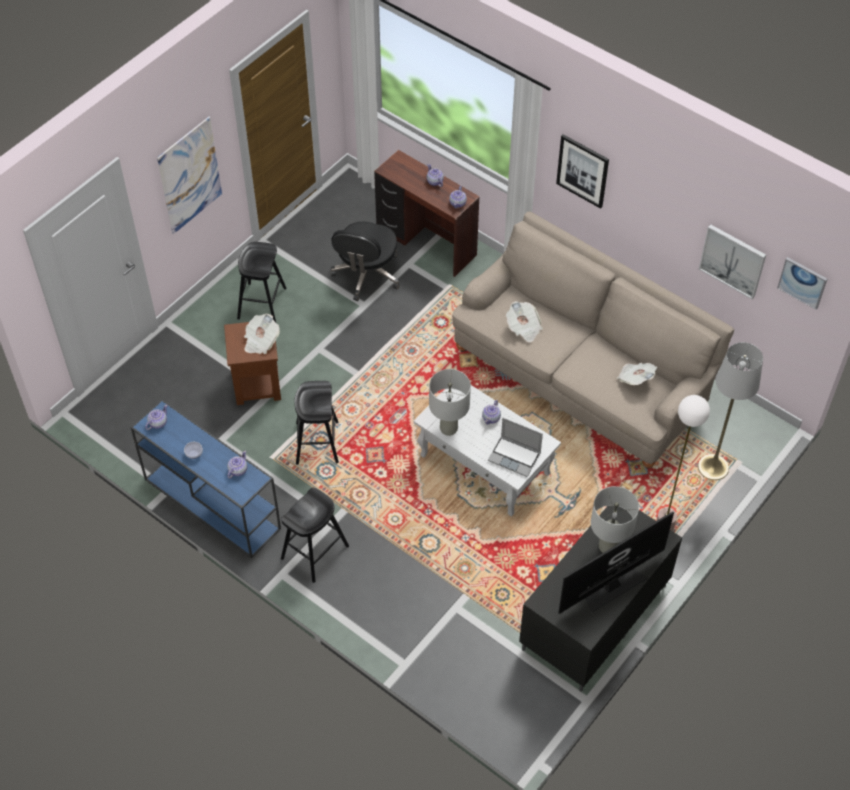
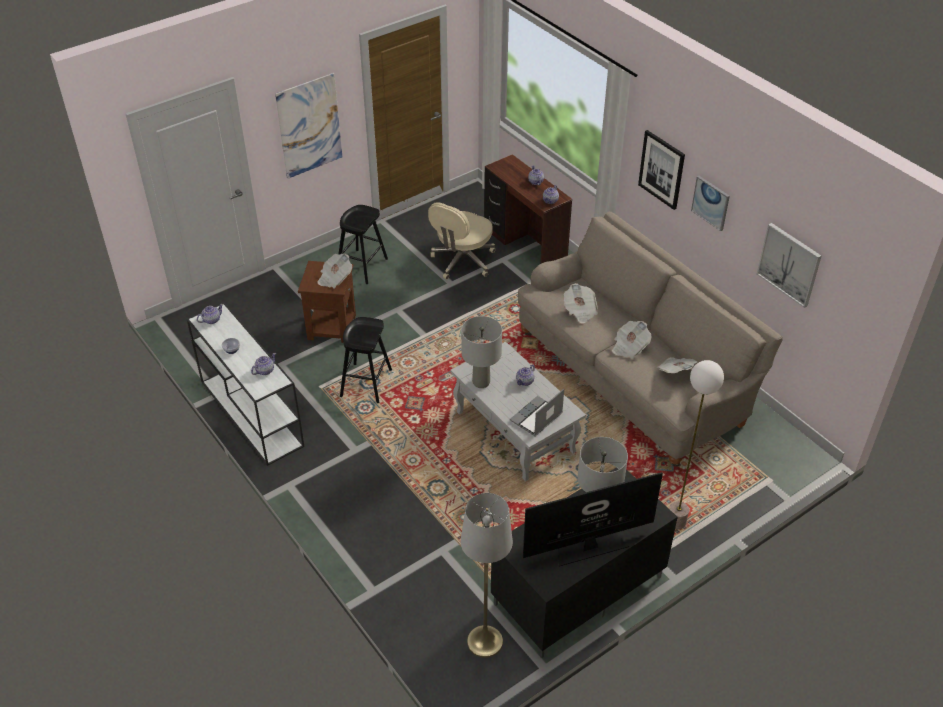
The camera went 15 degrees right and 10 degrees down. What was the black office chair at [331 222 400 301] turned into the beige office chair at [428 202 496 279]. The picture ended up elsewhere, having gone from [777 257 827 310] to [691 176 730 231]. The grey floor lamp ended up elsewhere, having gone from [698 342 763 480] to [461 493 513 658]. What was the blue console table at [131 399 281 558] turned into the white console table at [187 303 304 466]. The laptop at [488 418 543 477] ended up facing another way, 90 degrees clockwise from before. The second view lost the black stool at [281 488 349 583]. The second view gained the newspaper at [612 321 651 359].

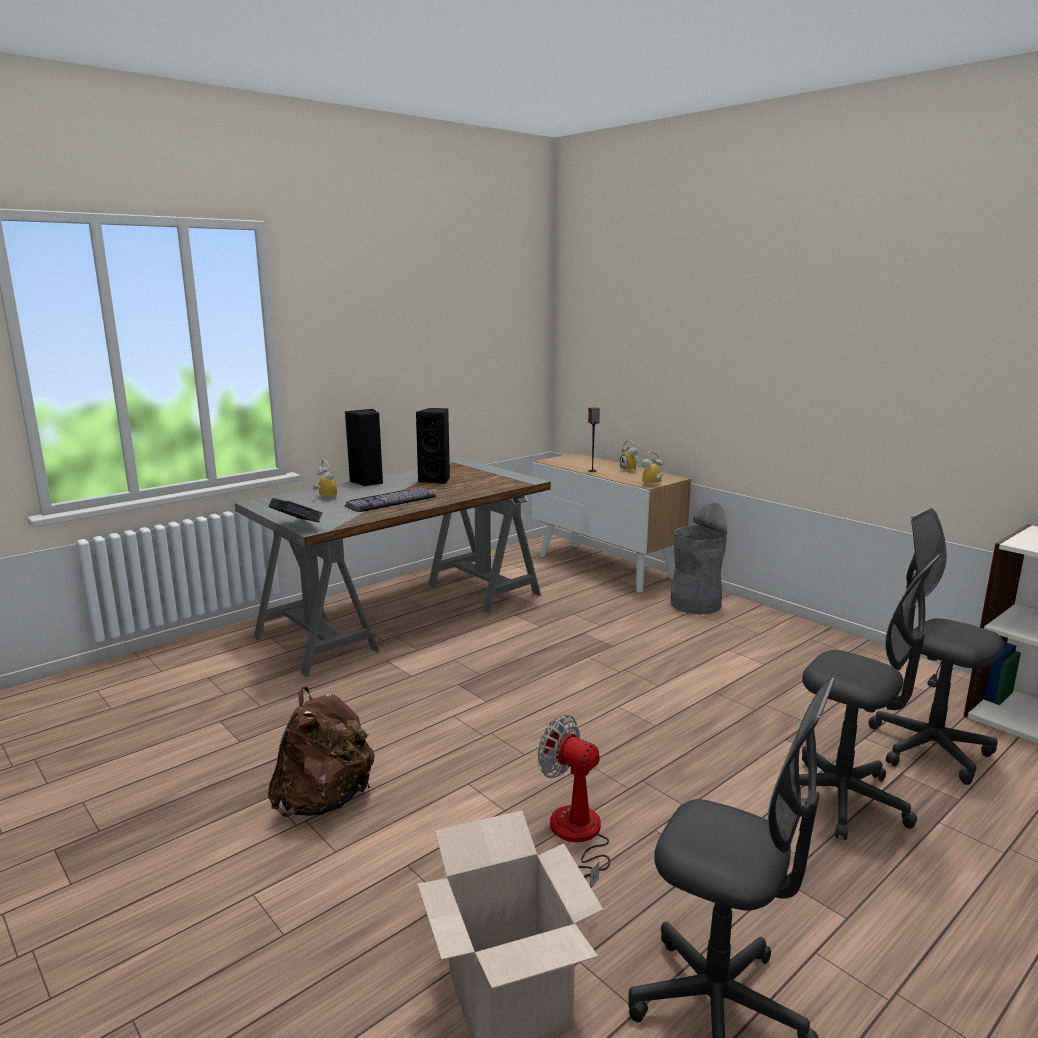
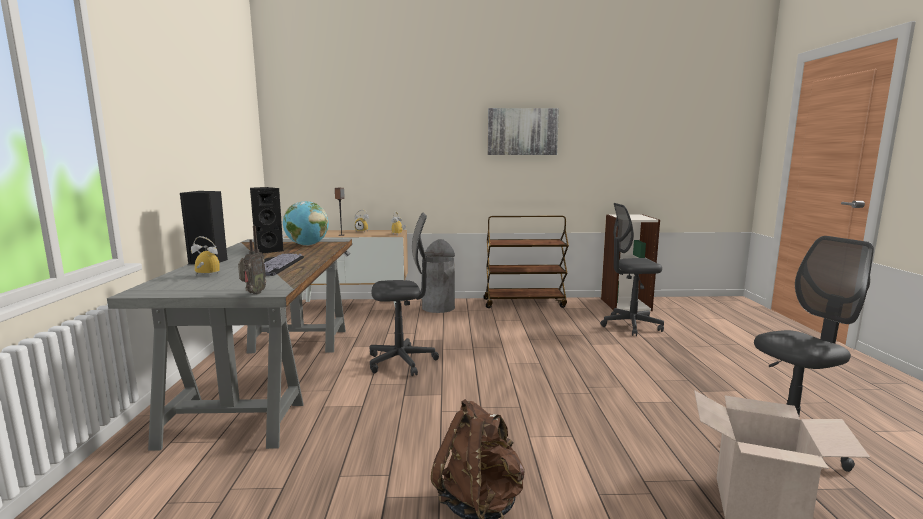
The camera went 50 degrees left and 5 degrees down. Where the book stood at [269 498 323 522], the radio came to stand at [238 226 266 294]. The grey office chair ended up elsewhere, having gone from [799 554 941 840] to [369 213 439 376]. The second view lost the fan at [538 715 610 889]. The second view gained the picture at [487 108 559 155]. The second view gained the globe at [283 201 329 246]. The second view gained the brown cart at [483 216 569 308].

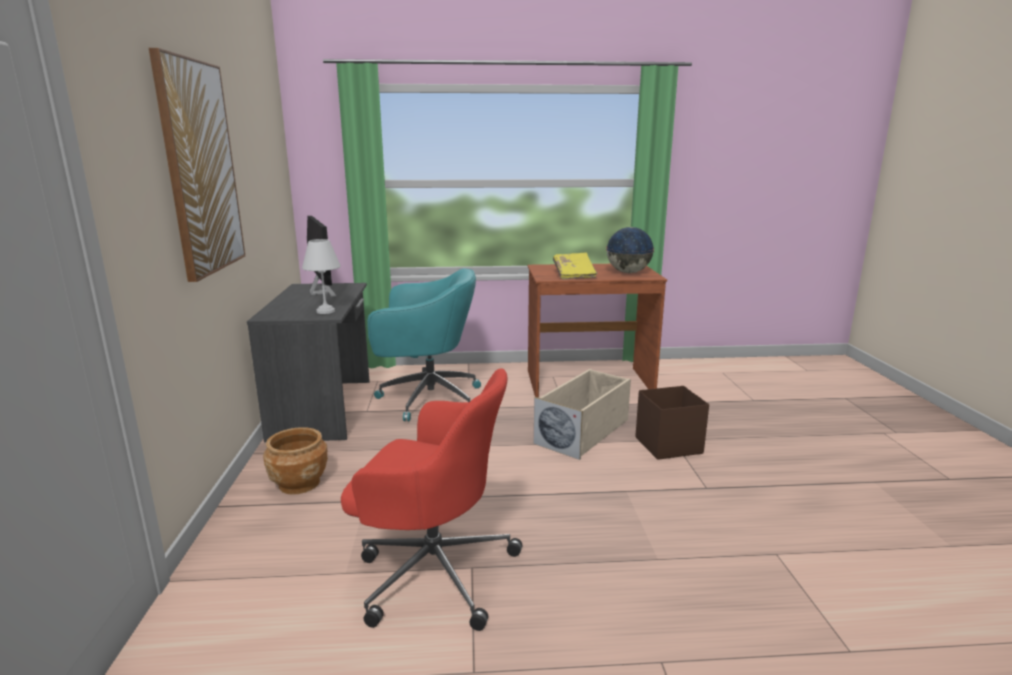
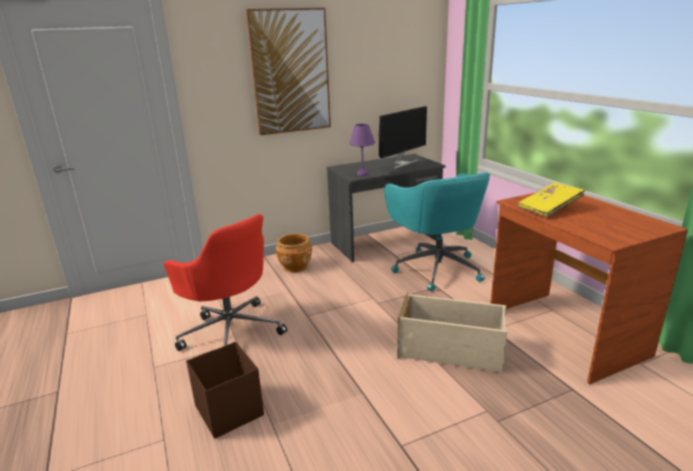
The camera went 70 degrees right and 5 degrees up. The second view lost the globe at [606 227 655 273]. What was the white table lamp at [302 239 341 314] turned into the purple table lamp at [349 124 375 176]. The red office chair at [341 368 522 631] ended up facing another way, 45 degrees counterclockwise from before. The brown storage box ended up elsewhere, having gone from [636 386 709 460] to [186 342 264 438].

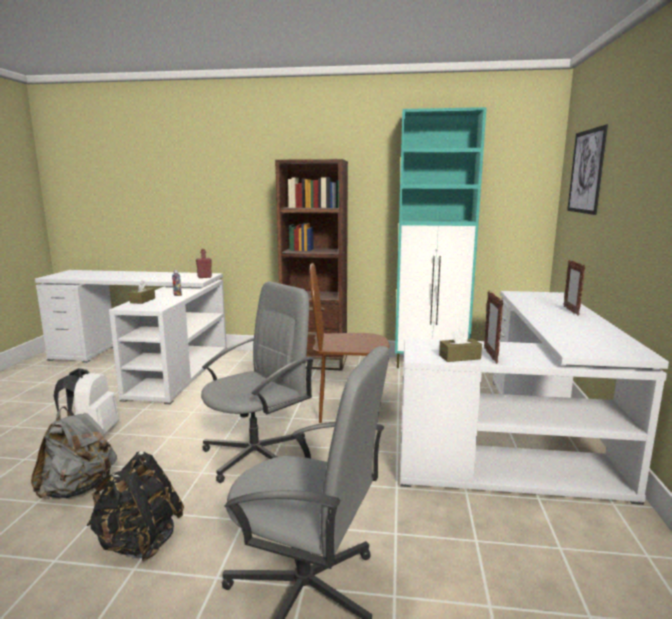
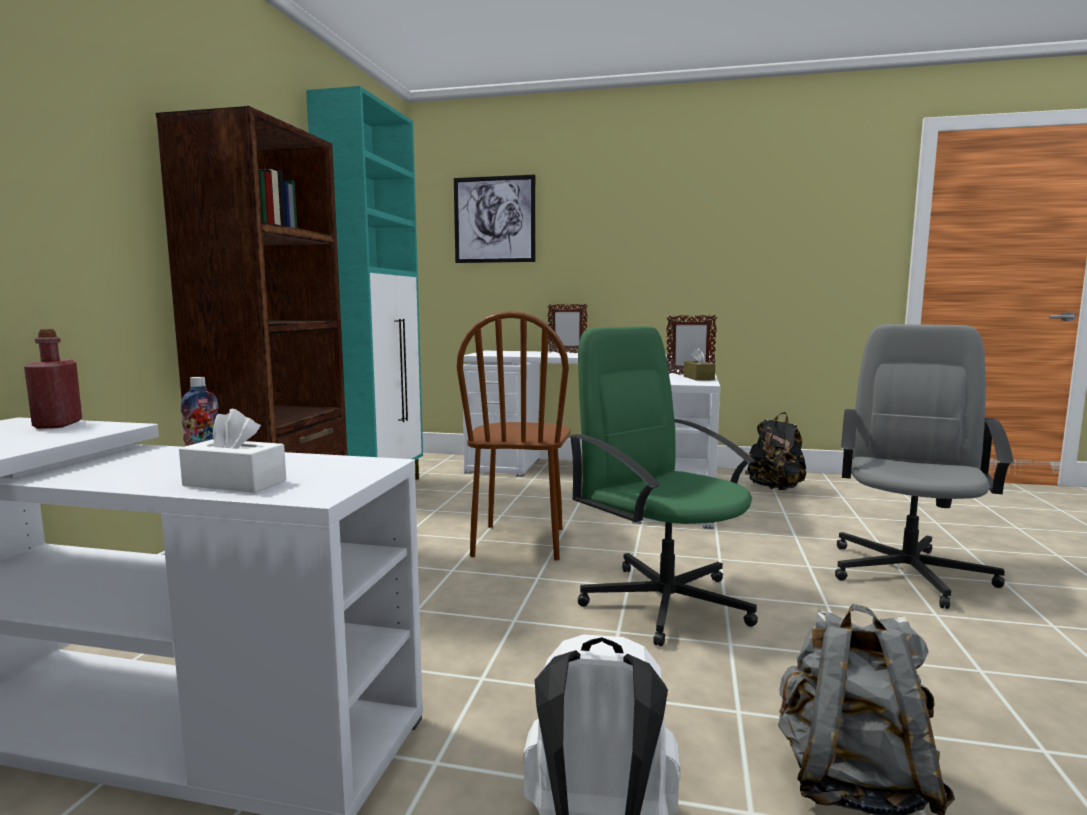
The camera went 85 degrees left and 5 degrees down. What was the brown tissue box at [129 280 155 304] turned into the white tissue box at [179 409 286 493]. What was the grey office chair at [201 281 314 483] turned into the green office chair at [569 326 758 647]. The black backpack ended up elsewhere, having gone from [86 451 184 562] to [745 412 806 490].

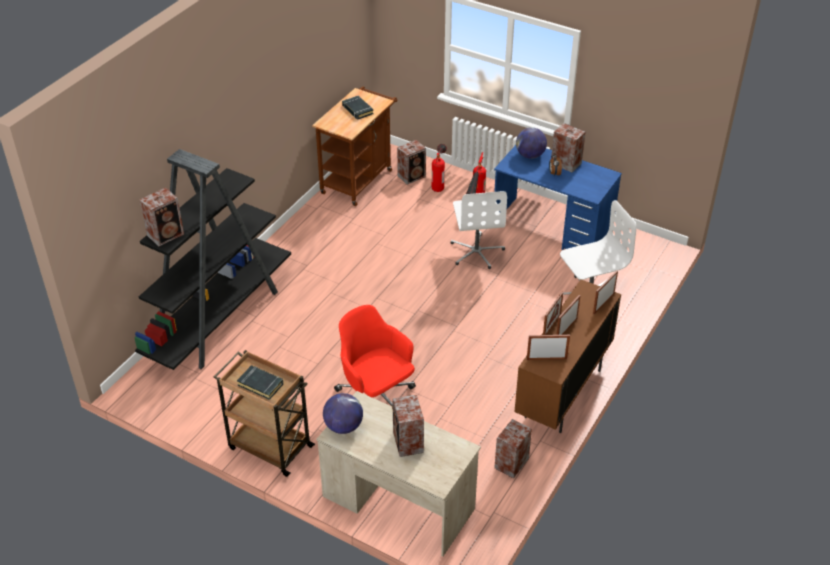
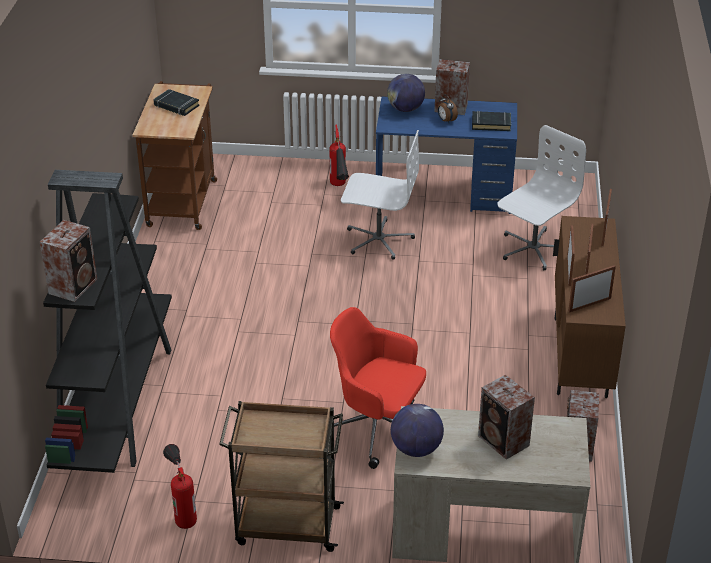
The camera went 25 degrees left and 5 degrees down. The second view lost the speaker at [397 140 426 185]. The fire extinguisher ended up elsewhere, having gone from [432 144 447 192] to [163 444 197 529]. The white office chair at [450 191 507 269] ended up facing another way, 45 degrees counterclockwise from before. The black book ended up elsewhere, having gone from [237 365 283 400] to [472 111 511 131].

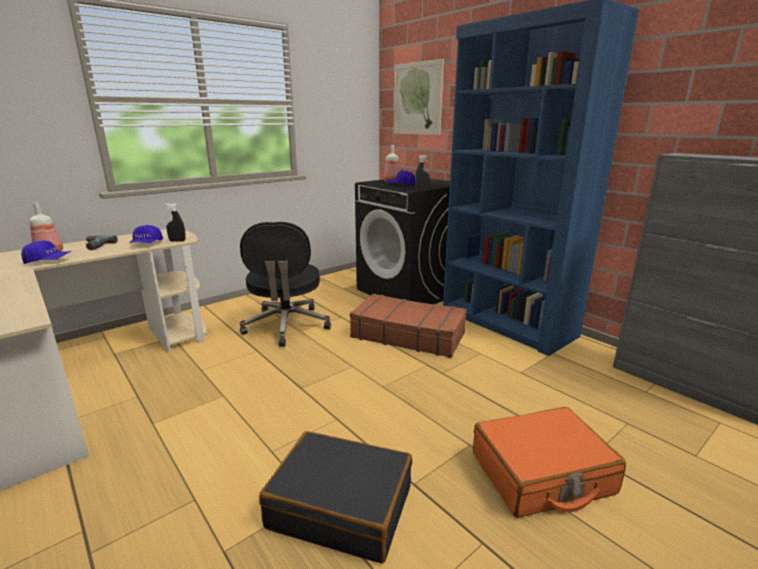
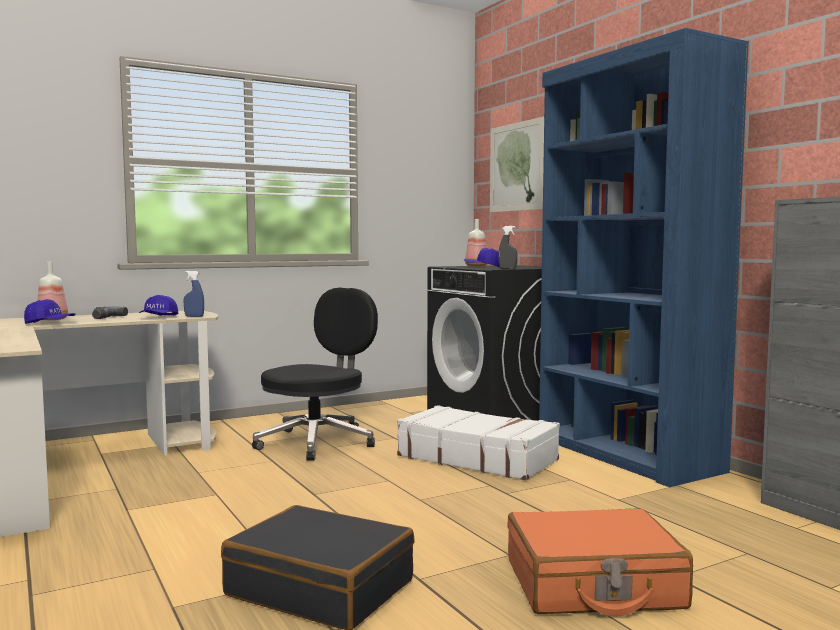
The camera went 10 degrees right and 15 degrees down. What was the black spray bottle at [165 203 185 242] turned into the blue spray bottle at [184 271 204 317]. The black office chair at [240 222 331 347] ended up facing another way, 150 degrees counterclockwise from before. What was the brown suitcase at [350 294 467 358] turned into the white suitcase at [397 405 560 480].

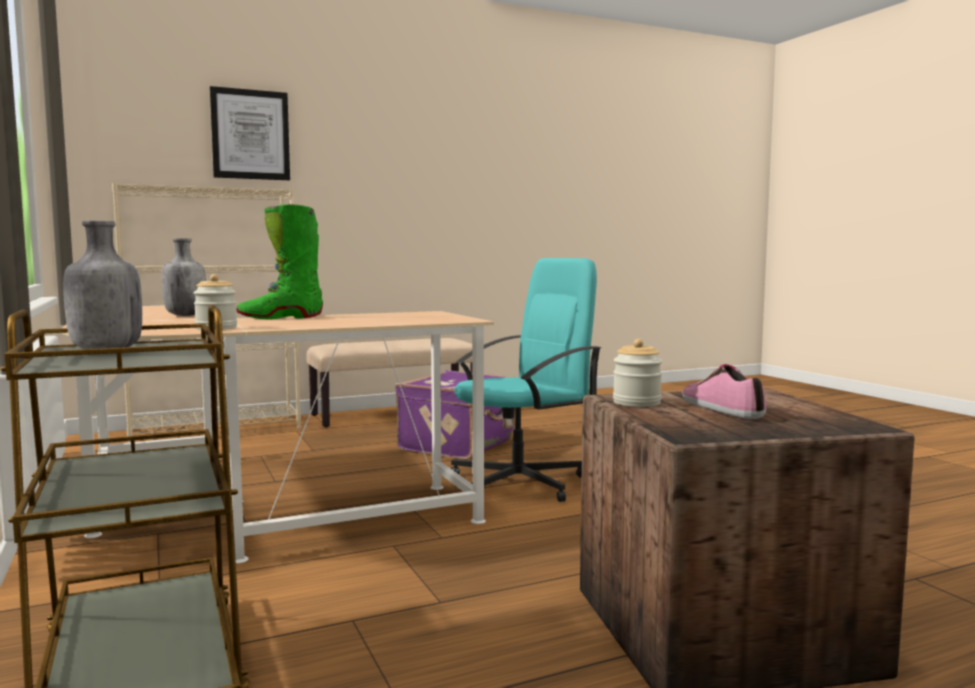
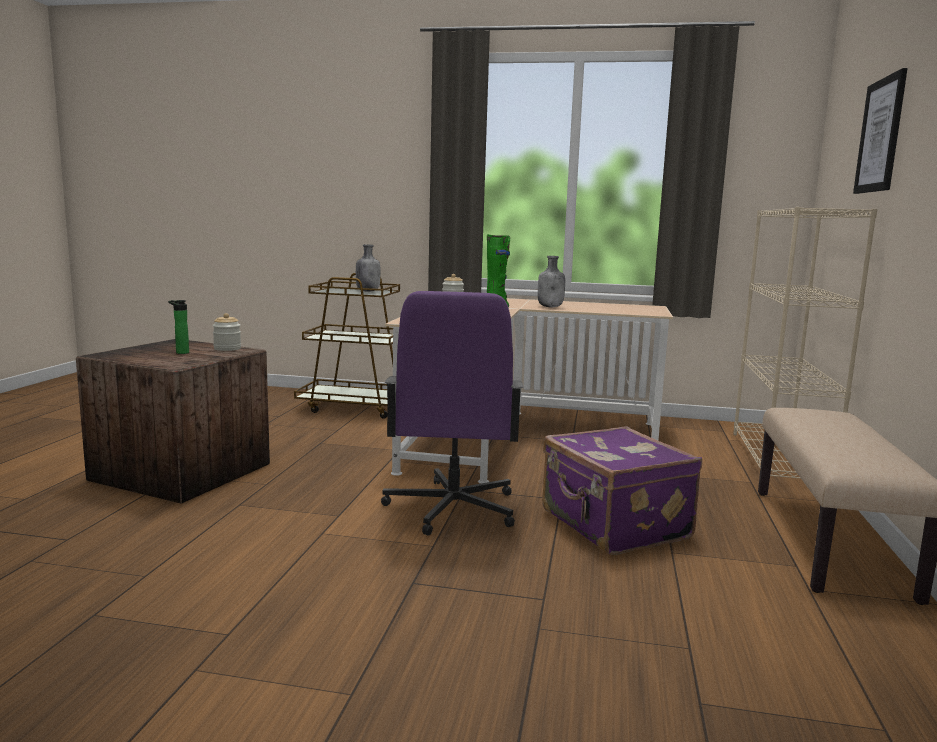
The camera went 125 degrees right and 5 degrees up. What was the turquoise office chair at [451 258 601 502] turned into the purple office chair at [381 291 523 535]. Where the shoe stood at [682 364 767 419], the bottle came to stand at [168 300 189 354].

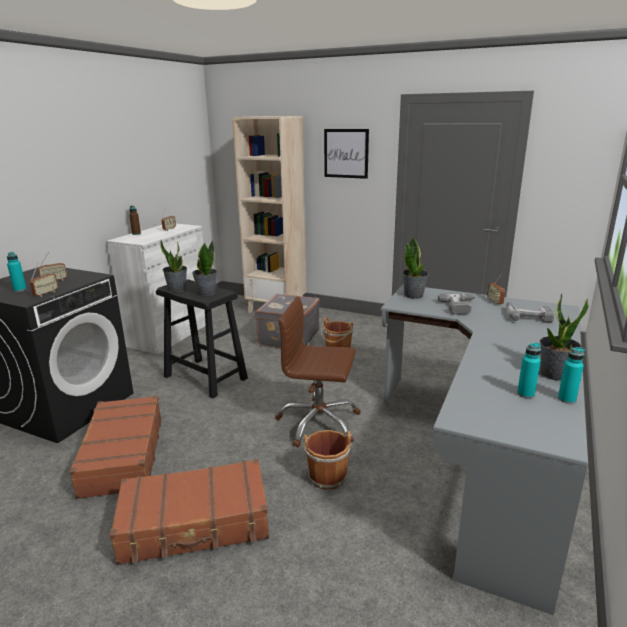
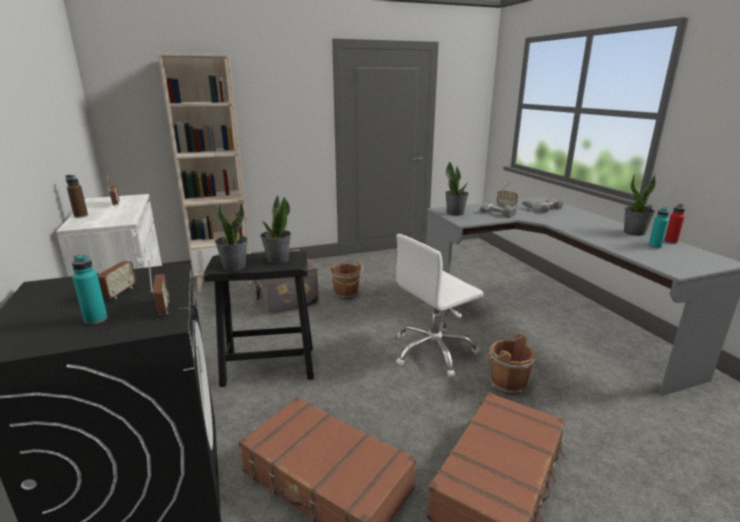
The camera went 45 degrees left and 0 degrees up. The second view lost the picture at [324 129 369 179]. What was the brown office chair at [275 297 361 447] turned into the white office chair at [396 234 484 377]. What was the turquoise bottle at [558 347 585 404] turned into the red bottle at [664 204 685 244].

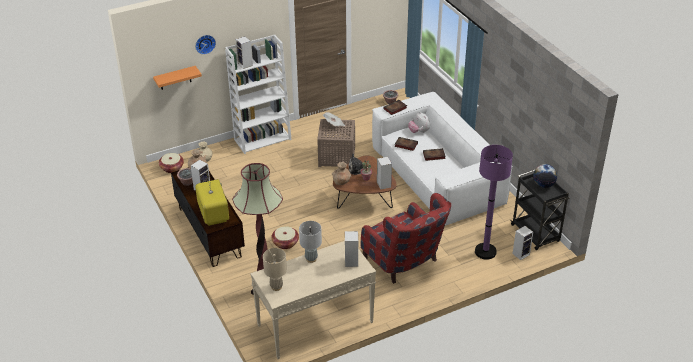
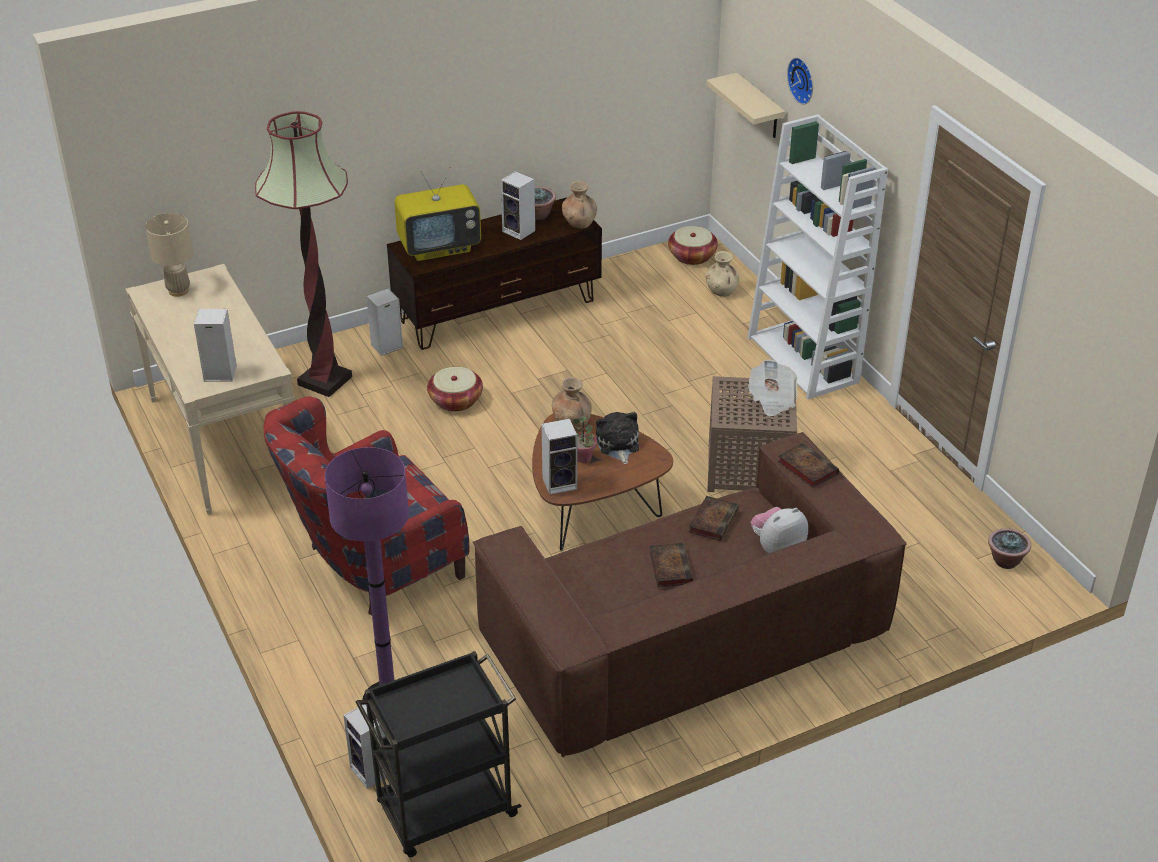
The camera went 90 degrees right and 0 degrees up. The speaker ended up elsewhere, having gone from [236 36 253 69] to [366 288 403 356]. What was the orange shelf at [153 66 202 90] turned into the beige shelf at [706 73 785 138]. What was the white sofa at [372 92 513 226] turned into the brown sofa at [473 432 907 757]. The second view lost the globe at [533 164 557 188]. The second view lost the grey table lamp at [299 221 322 263].

